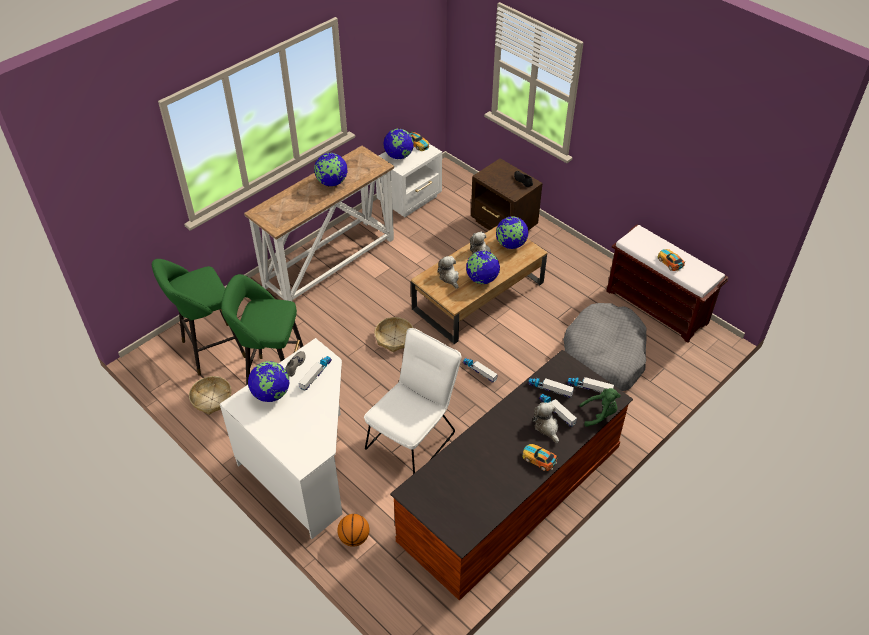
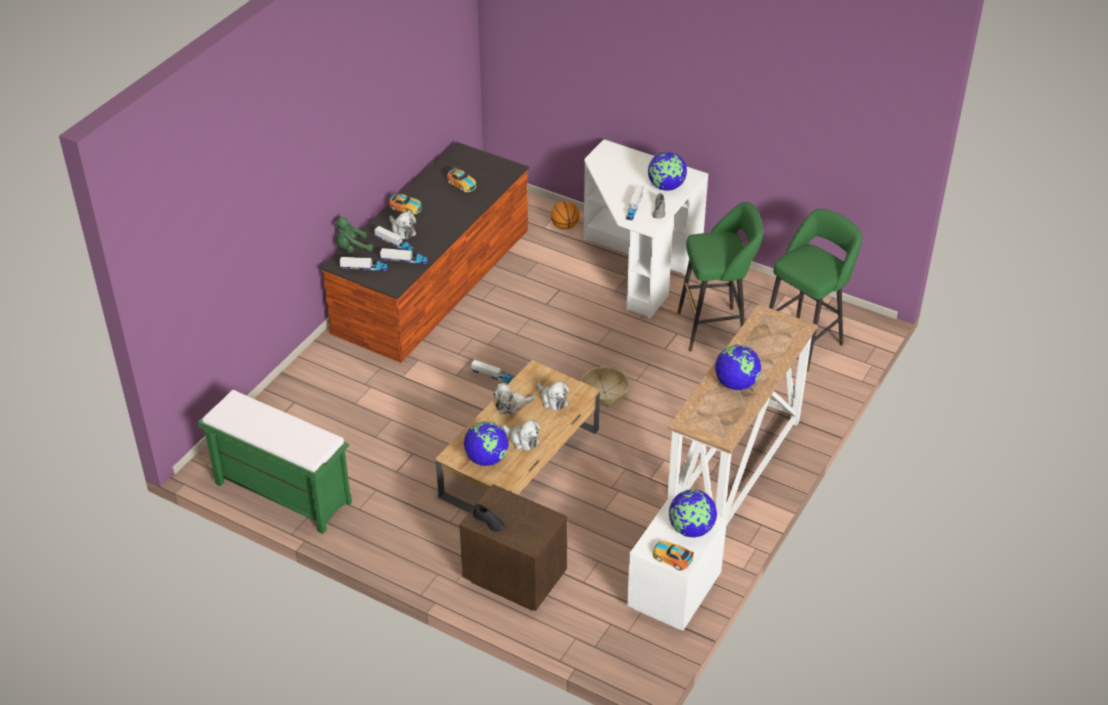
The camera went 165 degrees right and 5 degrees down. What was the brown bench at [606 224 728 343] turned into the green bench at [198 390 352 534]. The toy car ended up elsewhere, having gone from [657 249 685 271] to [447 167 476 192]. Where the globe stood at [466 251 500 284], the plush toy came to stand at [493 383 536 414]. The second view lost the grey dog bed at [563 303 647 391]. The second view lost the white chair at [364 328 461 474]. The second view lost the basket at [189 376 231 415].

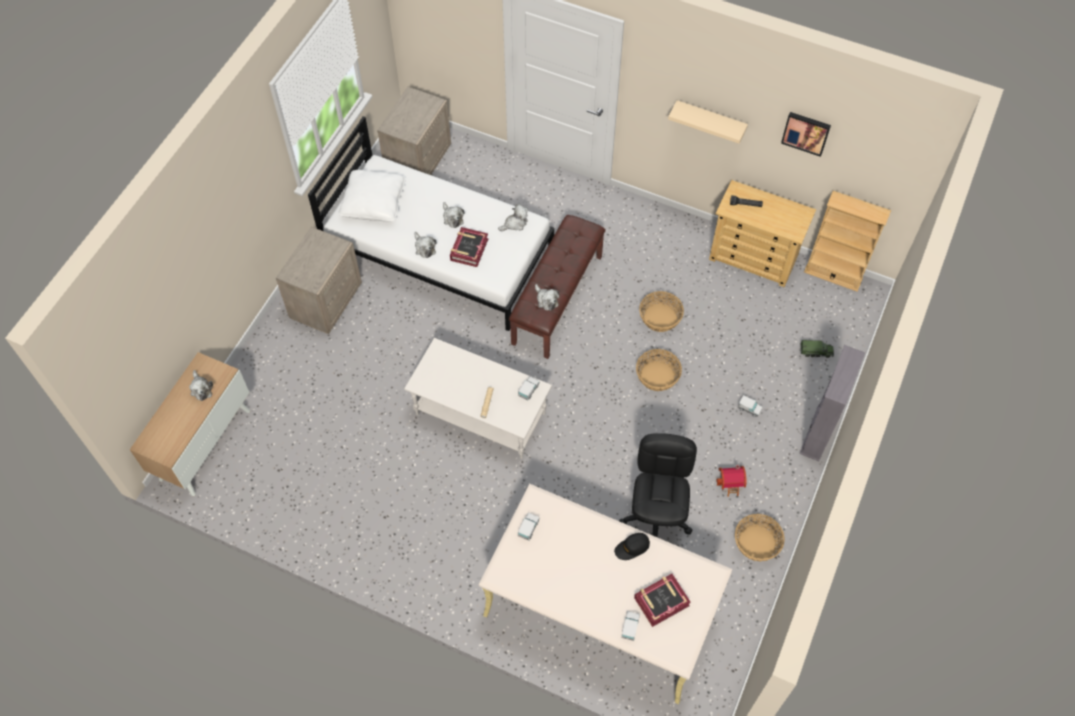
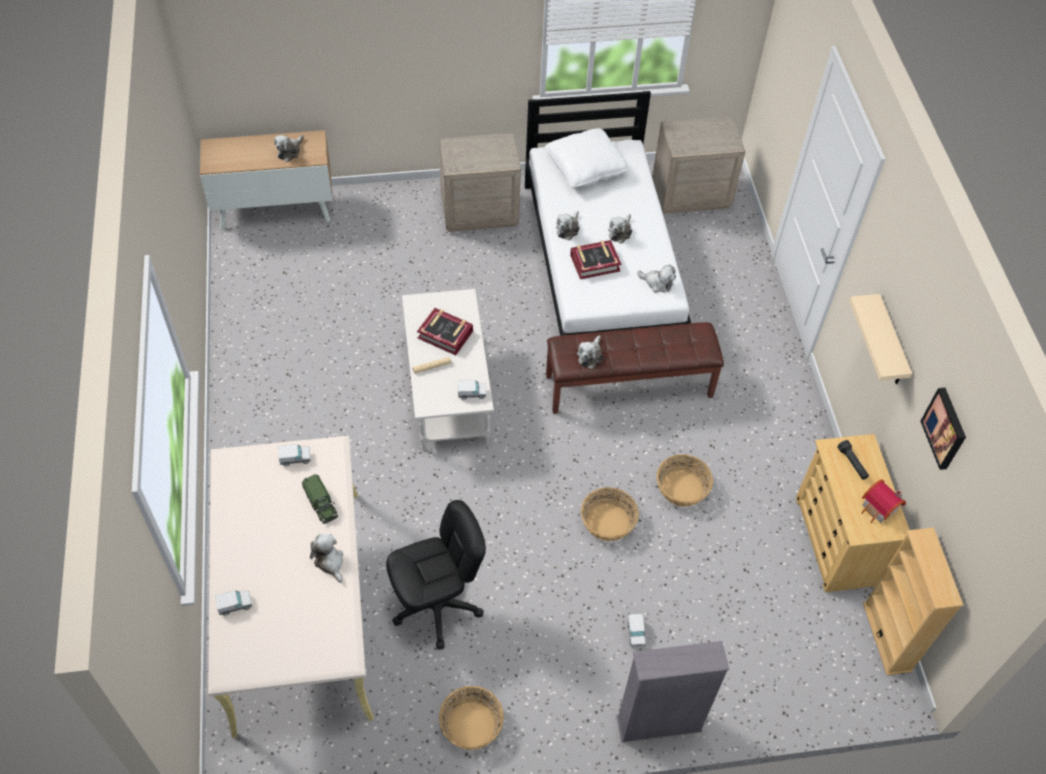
The camera went 55 degrees right and 5 degrees down. The toy truck ended up elsewhere, having gone from [800 340 834 358] to [302 474 338 524]. The toy house ended up elsewhere, having gone from [716 465 746 497] to [861 480 906 523]. Where the black cap stood at [614 533 650 560], the plush toy came to stand at [310 534 343 583]. The book ended up elsewhere, having gone from [634 574 691 627] to [417 308 473 355].

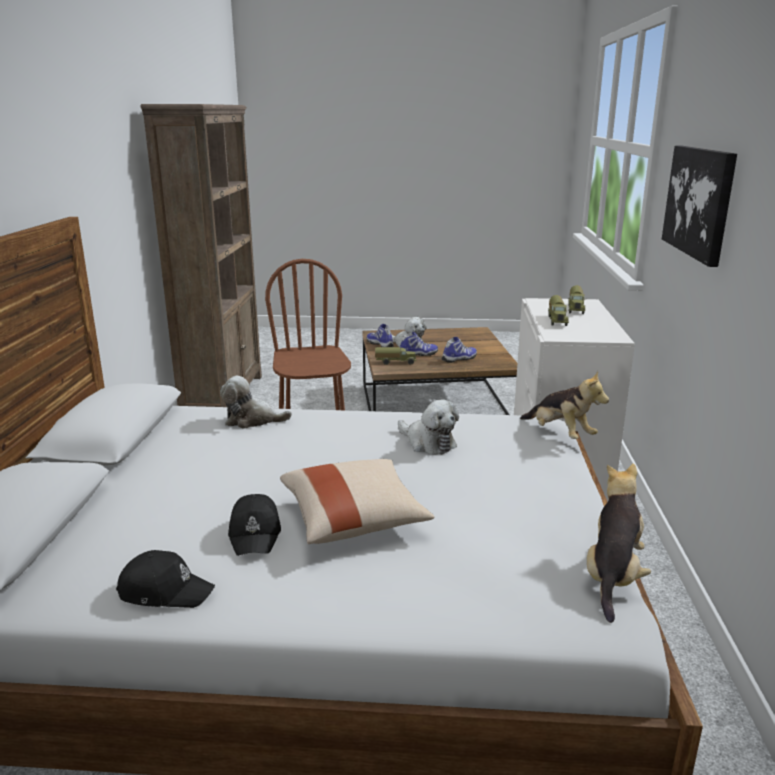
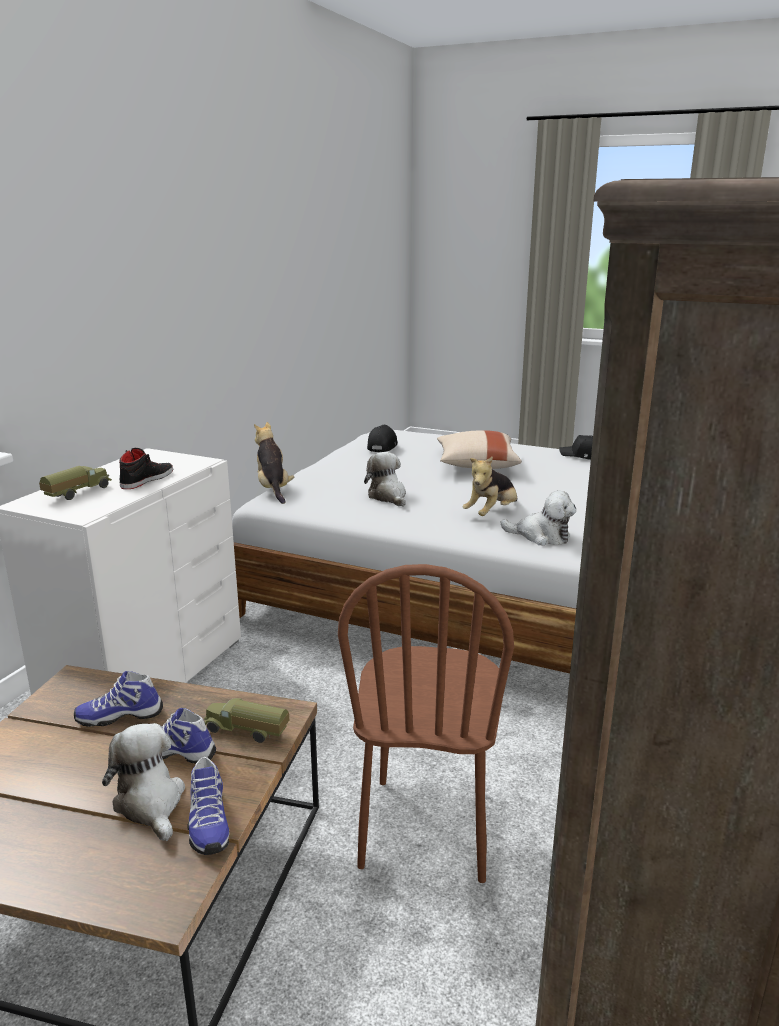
The camera went 160 degrees left and 0 degrees up. The second view lost the picture at [662 145 737 267]. Where the toy truck stood at [548 295 569 326], the black shoe came to stand at [119 448 173 489]. The plush toy ended up elsewhere, having gone from [587 463 651 623] to [462 456 517 516]. The black cap ended up elsewhere, having gone from [228 494 281 556] to [367 425 398 452].

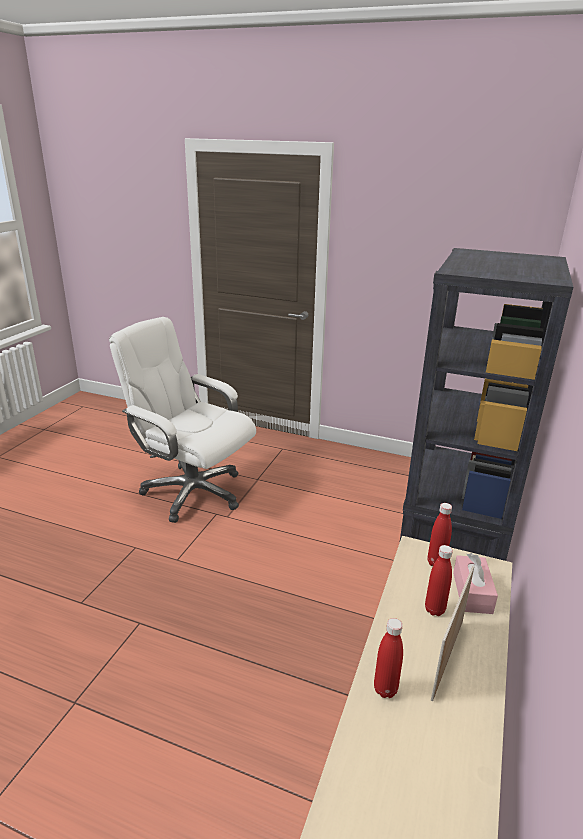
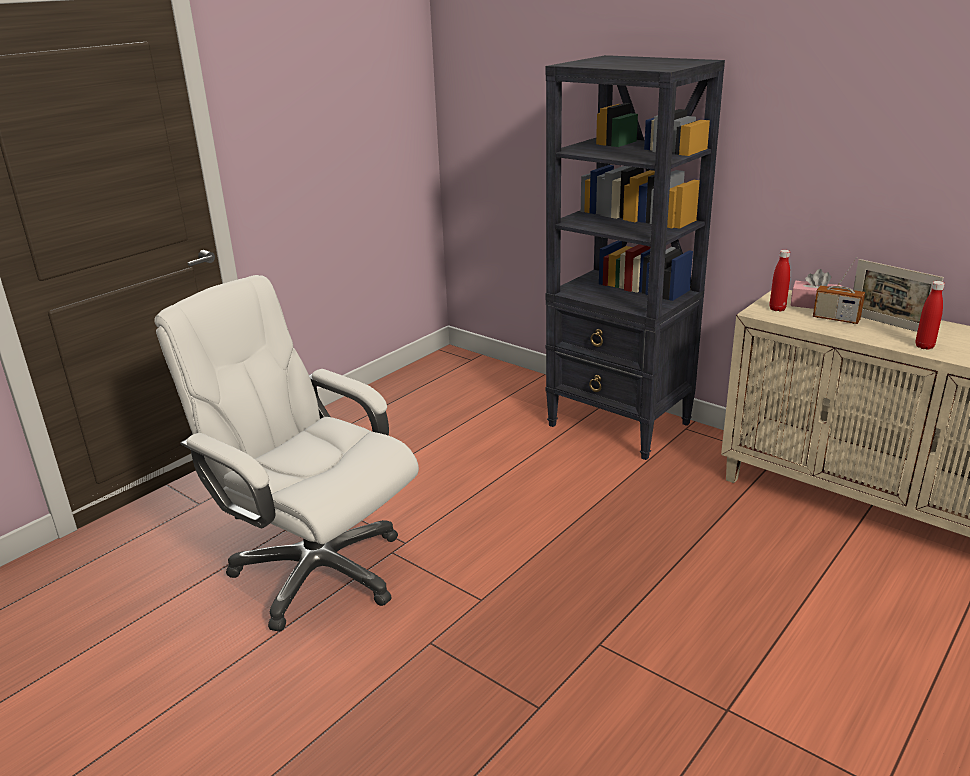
The camera went 70 degrees left and 0 degrees up. The white office chair at [109 317 256 523] ended up facing another way, 75 degrees clockwise from before. Where the red bottle stood at [425 545 453 616], the radio came to stand at [813 257 865 324].

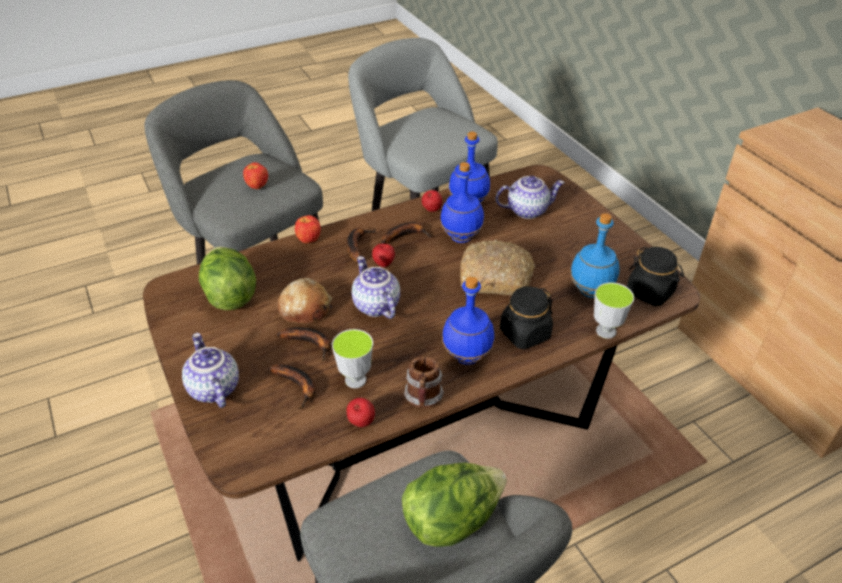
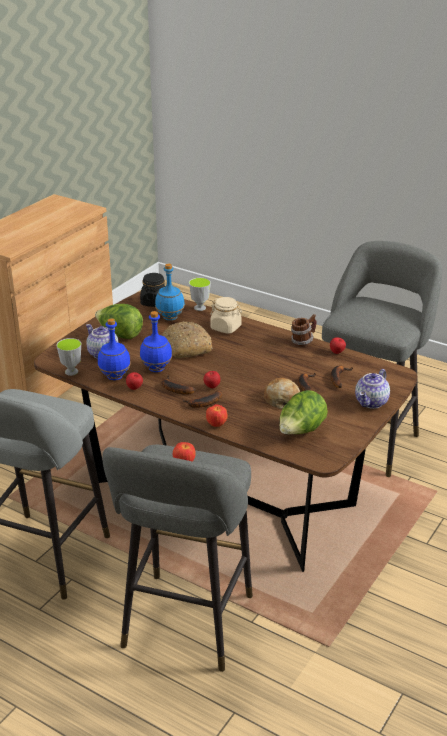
The camera went 120 degrees left and 10 degrees down. The second view lost the teapot at [352 256 400 319]. The second view lost the blue bottle at [442 276 494 365]. What was the black jar at [500 286 553 350] turned into the beige jar at [210 297 242 334]. The cup ended up elsewhere, having gone from [332 329 373 388] to [56 338 81 376]. The lettuce ended up elsewhere, having gone from [402 463 507 547] to [95 304 143 339].

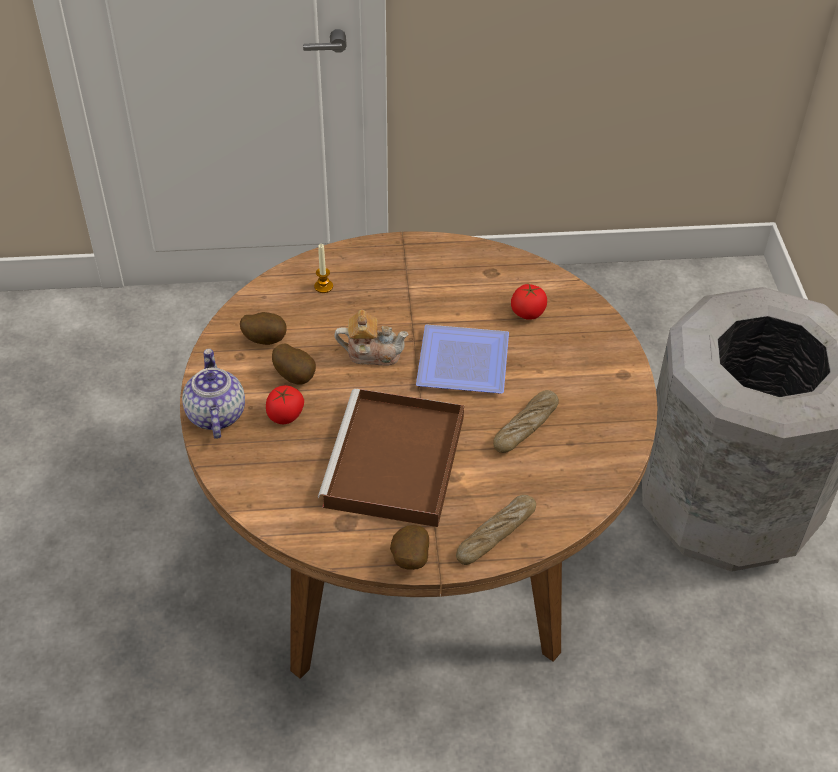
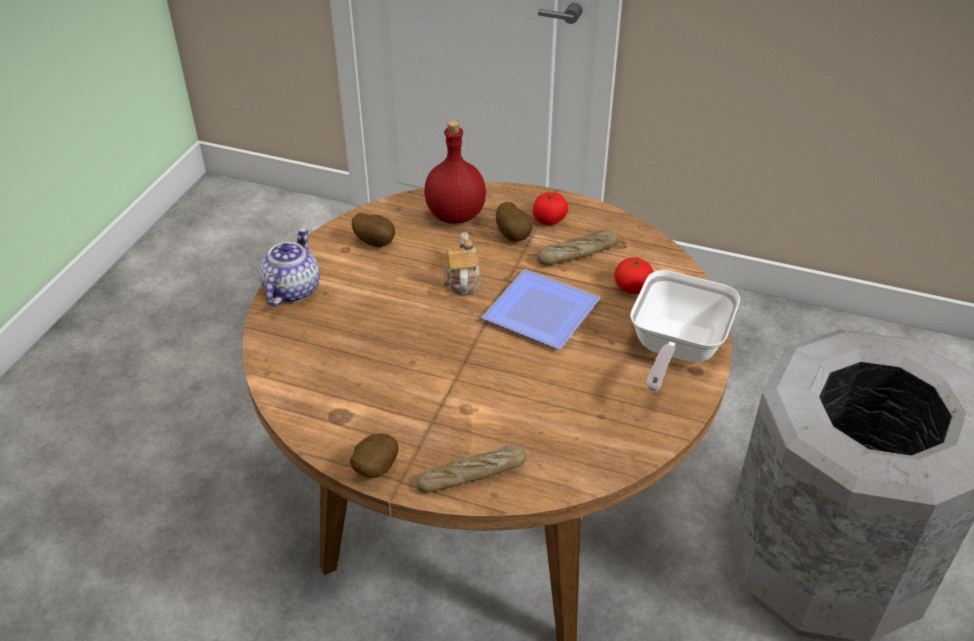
The camera went 25 degrees right and 5 degrees down. Where the candle stood at [314 244 333 293], the red bottle came to stand at [424 120 486 224]. The teapot at [334 310 409 366] ended up facing another way, 120 degrees counterclockwise from before. The potato ended up elsewhere, having gone from [272 343 316 385] to [496 202 533 242]. The tomato ended up elsewhere, having gone from [266 385 304 424] to [533 192 568 225]. The second view lost the brown tray at [318 389 464 527]. The bread ended up elsewhere, having gone from [493 390 559 453] to [537 229 618 265]. The second view gained the frying pan at [630 270 740 392].

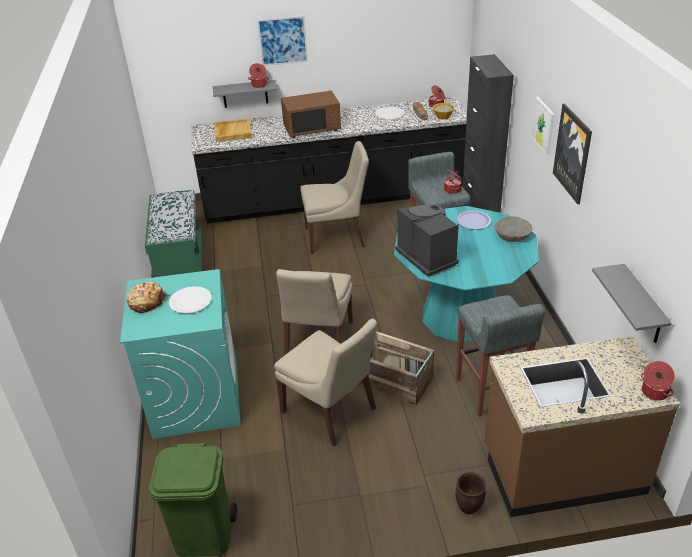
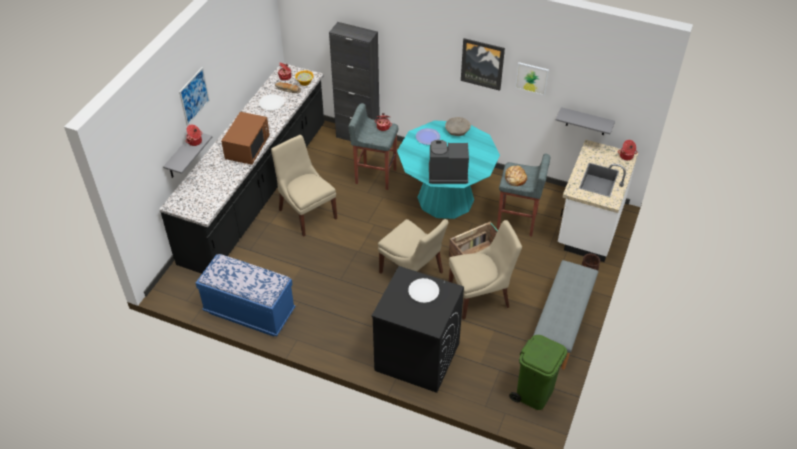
The camera went 60 degrees left and 10 degrees up. The picture ended up elsewhere, having gone from [531 97 555 155] to [515 62 549 96]. The second view lost the beige tray at [214 118 252 142]. The beige chair at [300 141 369 254] ended up facing another way, 60 degrees counterclockwise from before. What was the green bench at [145 190 202 277] turned into the blue bench at [196 254 296 336]. What was the turquoise washing machine at [120 269 241 439] turned into the black washing machine at [372 266 464 393]. The bread ended up elsewhere, having gone from [126 281 169 313] to [504 165 527 186]. What was the brown counter at [485 336 681 517] turned into the white counter at [558 140 638 262]. The second view gained the grey bench at [533 260 598 370].

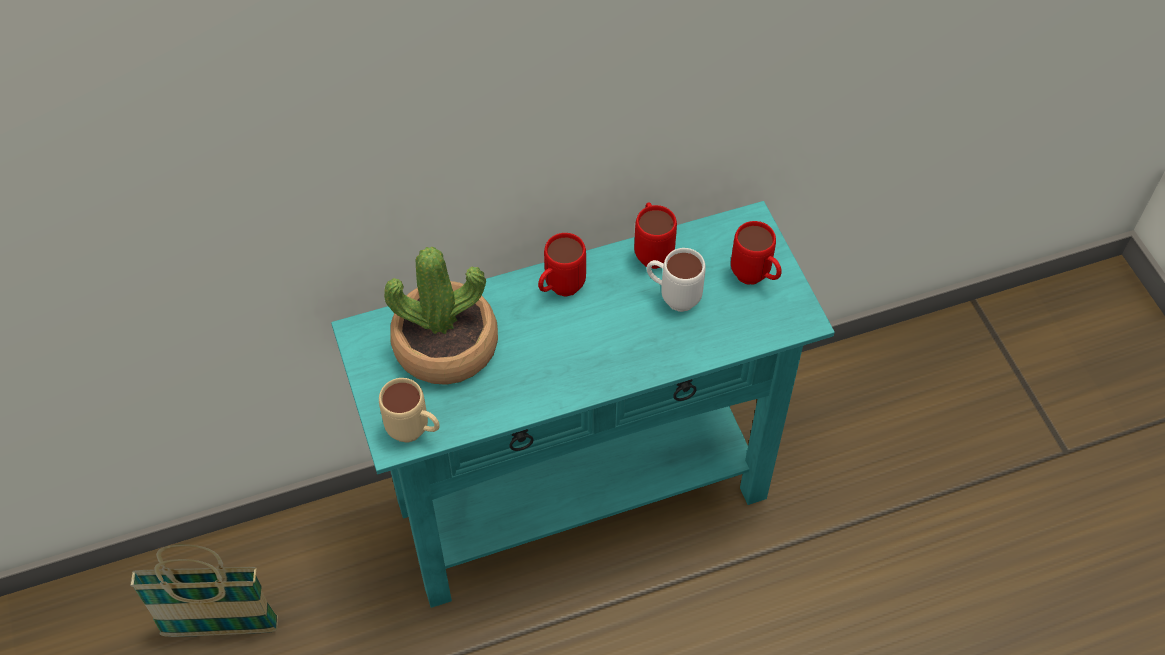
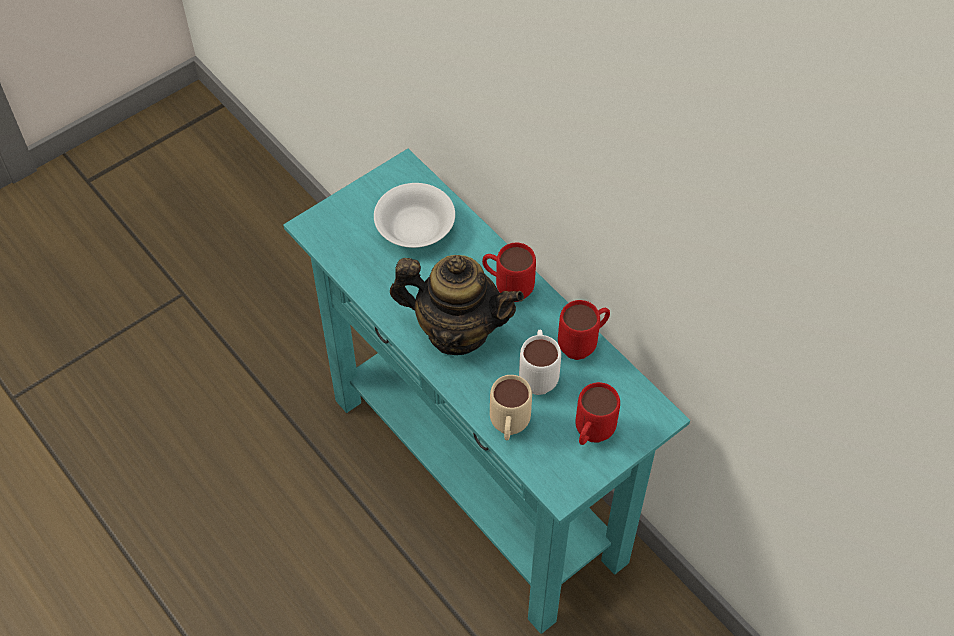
The camera went 70 degrees right and 0 degrees up. Where the potted plant stood at [384 247 498 385], the white bowl came to stand at [374 183 455 248]. The beige mug ended up elsewhere, having gone from [379 378 440 443] to [490 375 532 441]. The second view lost the basket at [130 544 278 637]. The second view gained the teapot at [390 255 524 355].

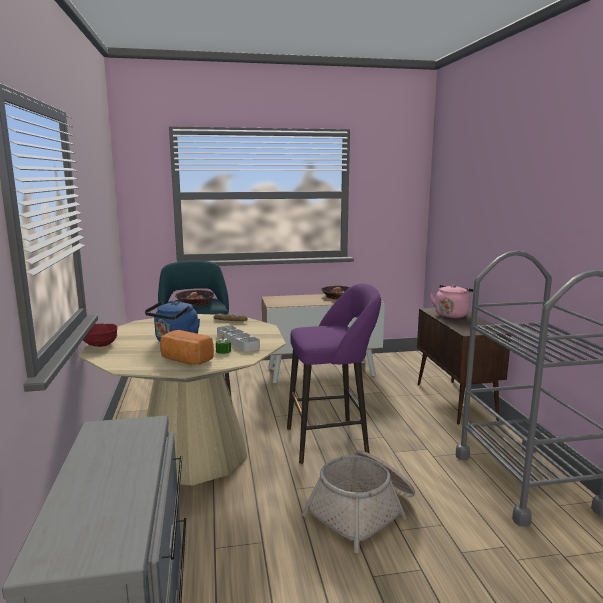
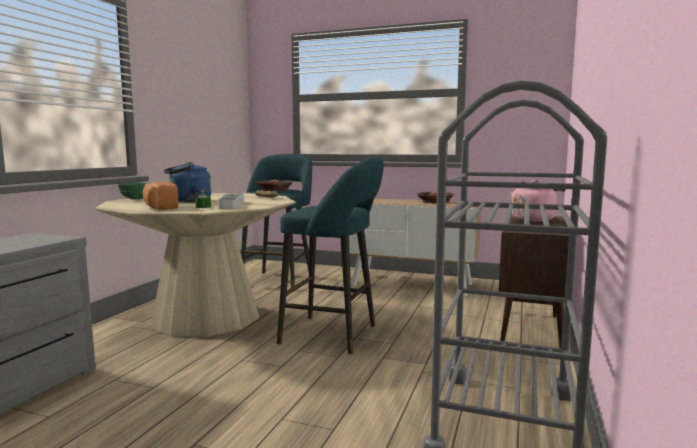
The camera went 30 degrees right and 5 degrees down. What was the purple stool at [287 283 381 464] turned into the turquoise stool at [277 157 384 354]. What was the red bowl at [83 324 117 347] turned into the green bowl at [118 182 150 199]. The second view lost the basket at [302 450 415 553].

